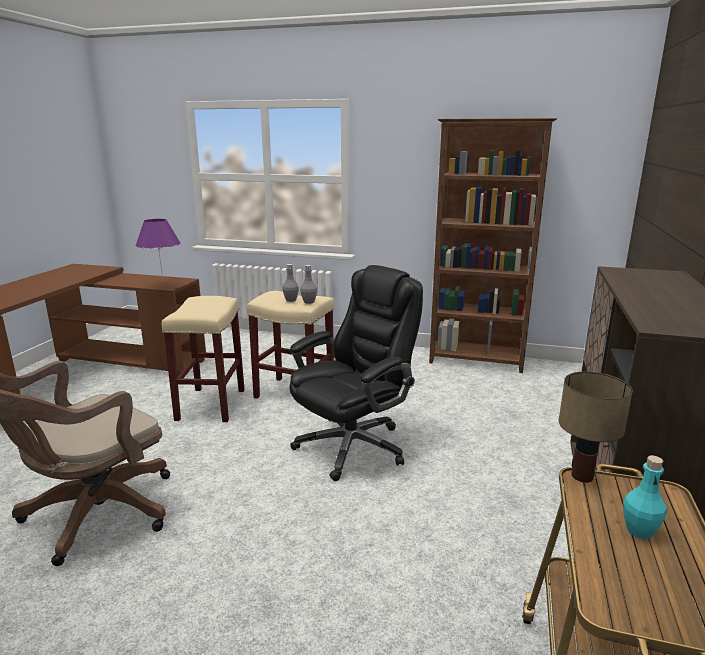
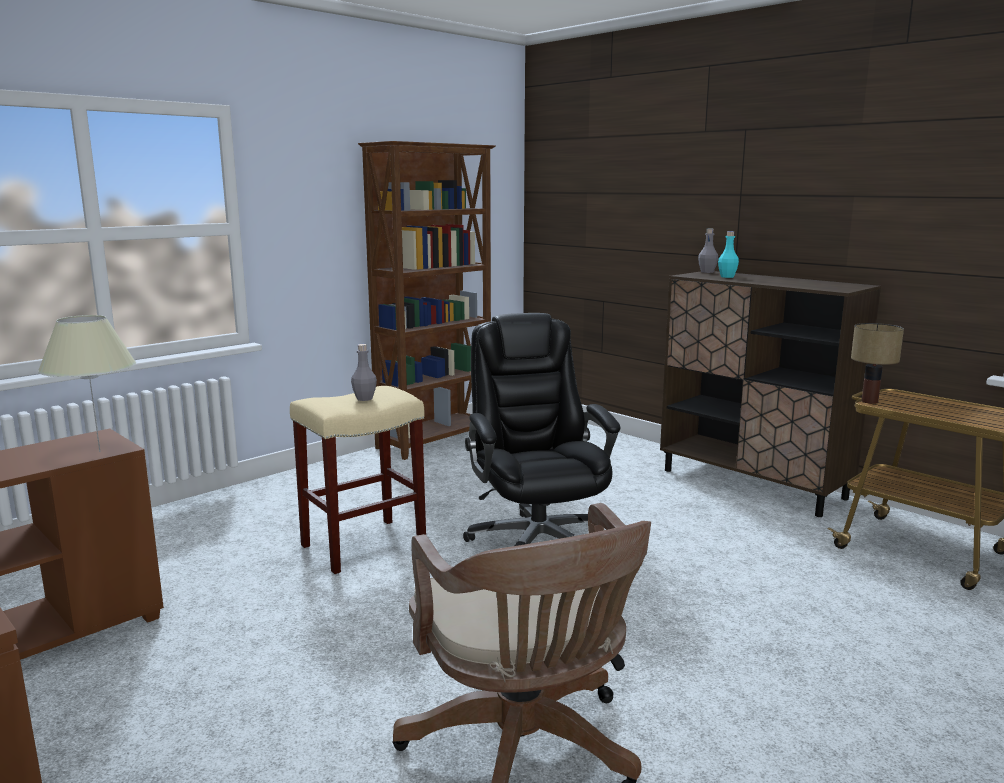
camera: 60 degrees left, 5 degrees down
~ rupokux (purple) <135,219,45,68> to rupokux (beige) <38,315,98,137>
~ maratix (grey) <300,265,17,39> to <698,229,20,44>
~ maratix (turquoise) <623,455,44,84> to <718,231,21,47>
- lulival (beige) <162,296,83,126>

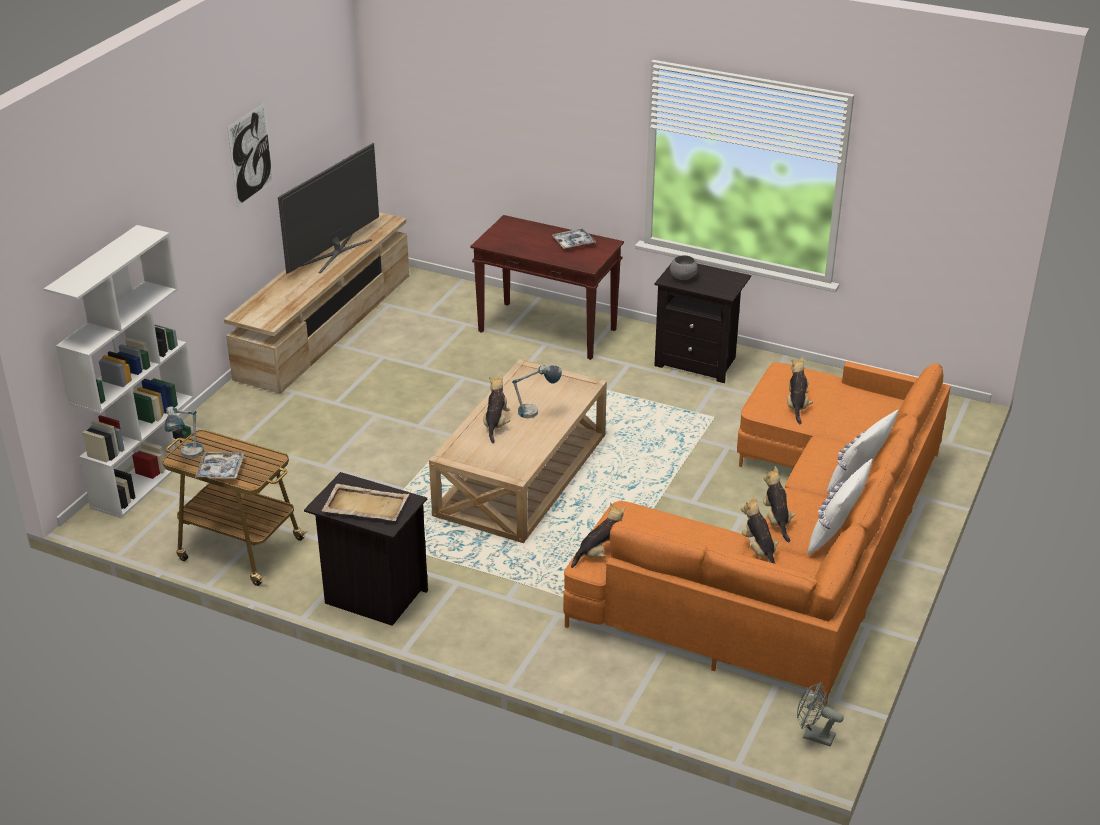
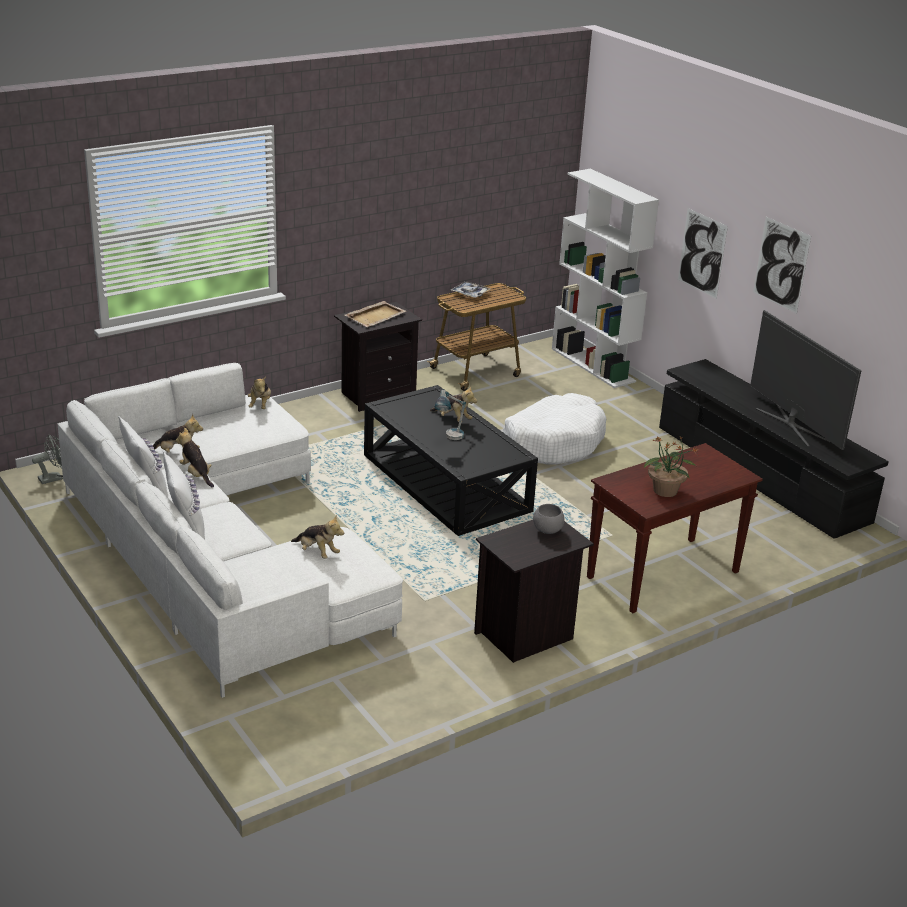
camera: 120 degrees right, 5 degrees down
~ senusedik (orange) <563,361,388,345> to senusedik (white) <57,363,346,335>
~ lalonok <763,466,32,76> = <176,427,38,61> 150 degrees counterclockwise
~ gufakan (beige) <429,359,178,184> to gufakan (black) <364,385,174,151>
+ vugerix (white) <503,393,103,72>
~ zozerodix <552,228,44,21> to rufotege <644,436,55,61>
~ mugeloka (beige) <224,212,185,182> to mugeloka (black) <659,359,230,180>
+ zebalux <678,208,50,91>
- rupokux <165,406,39,53>

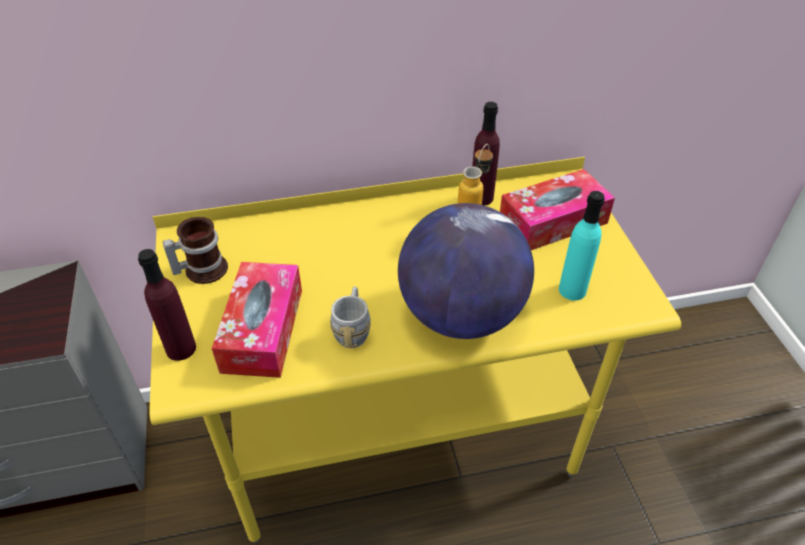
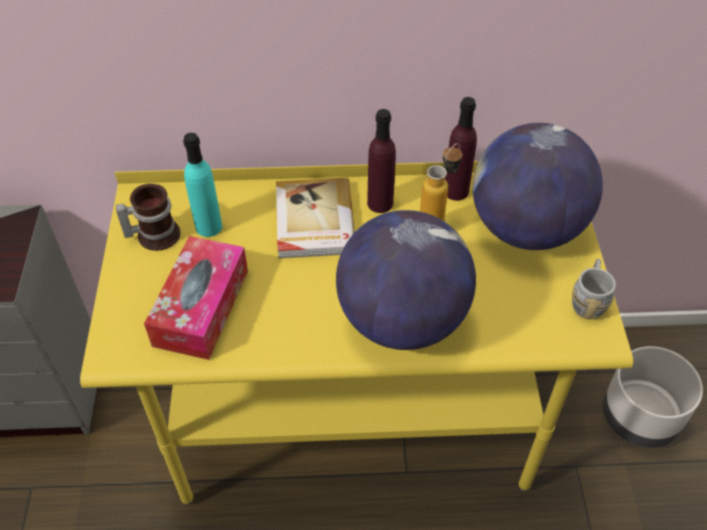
camera: 10 degrees right, 5 degrees up
~ maratix (turquoise) <559,191,46,110> to <183,133,39,104>
+ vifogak <276,178,79,80>
~ maratix (purple) <138,249,58,112> to <367,109,29,104>
~ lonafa <500,169,115,81> to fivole <473,123,130,127>
~ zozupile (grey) <330,287,41,61> to <572,259,44,60>
+ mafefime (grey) <603,346,100,102>

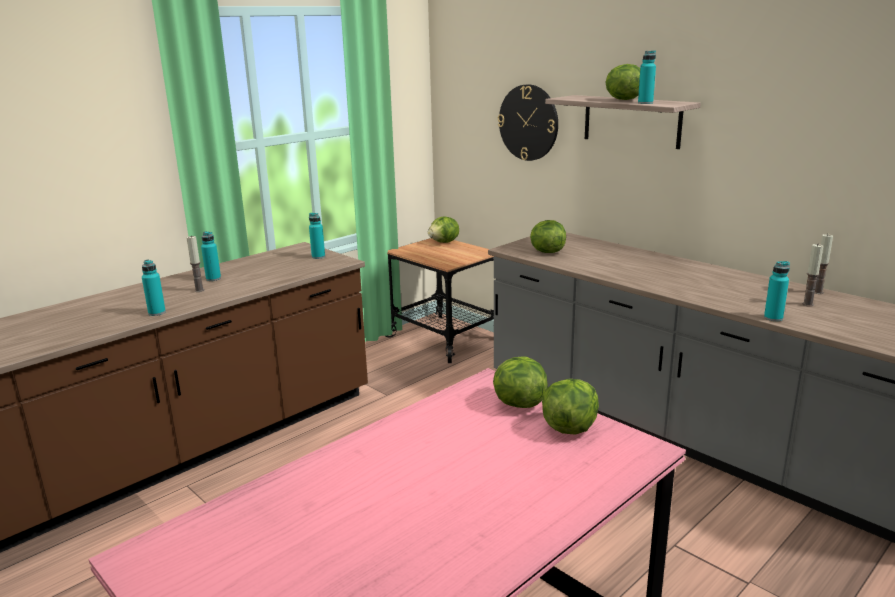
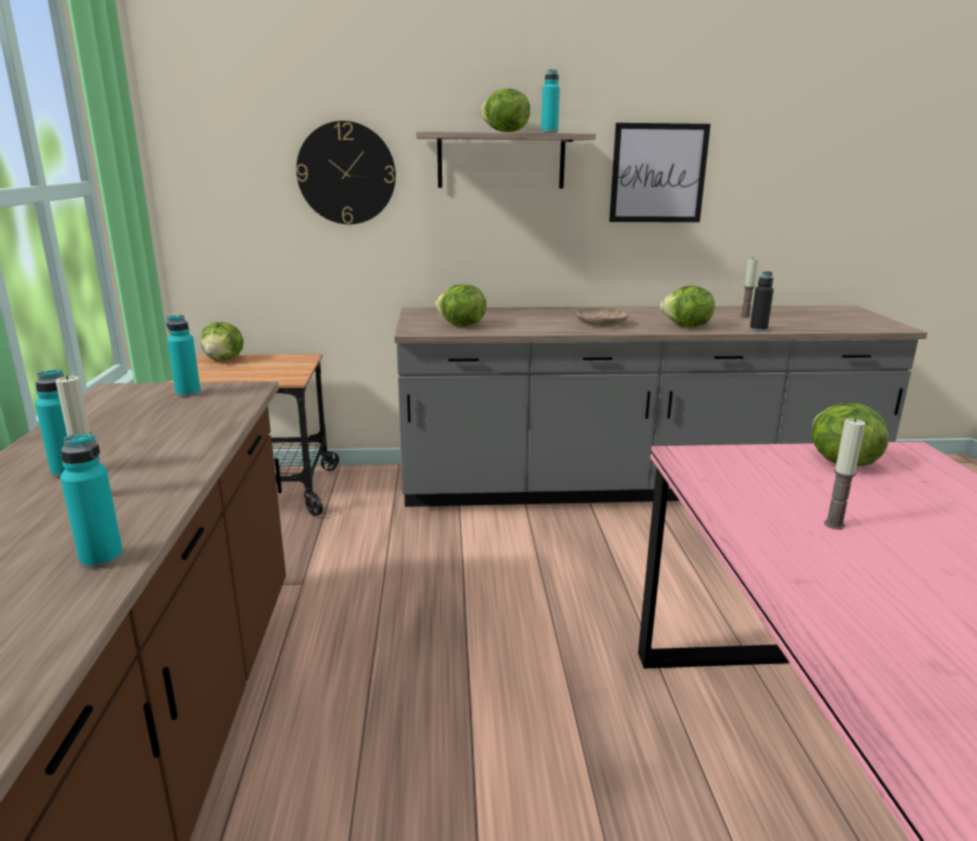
camera: 50 degrees left, 0 degrees up
+ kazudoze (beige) <576,308,53,18>
+ zebalux <609,123,102,99>
~ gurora <493,356,55,52> to <660,286,55,41>
~ maratix (turquoise) <764,261,26,60> to maratix (black) <750,271,24,61>
~ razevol <815,234,18,60> to <824,418,41,112>

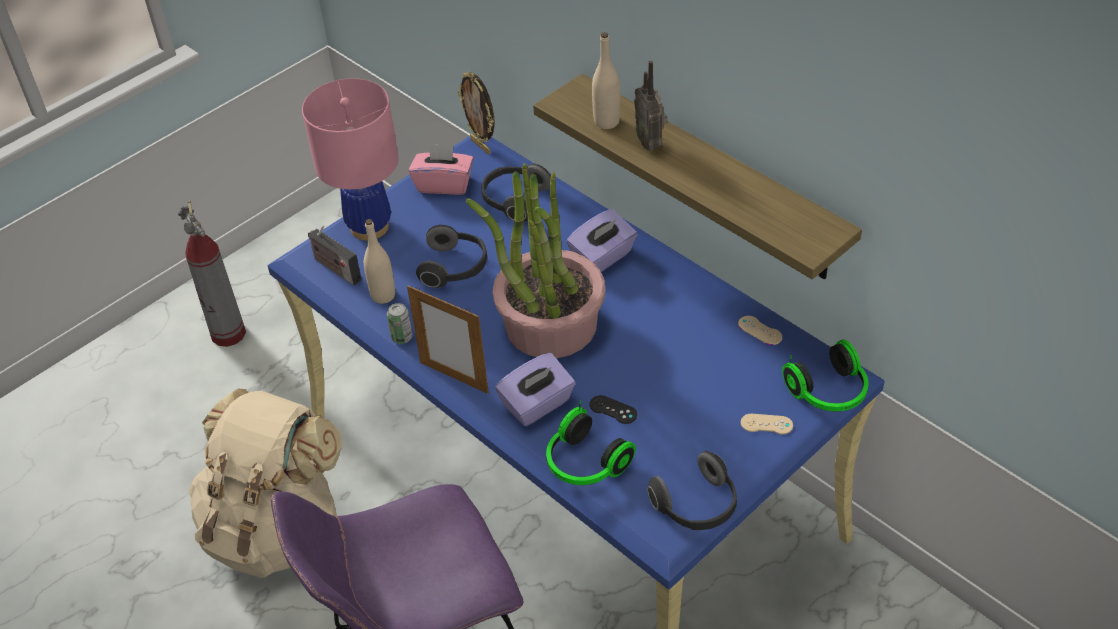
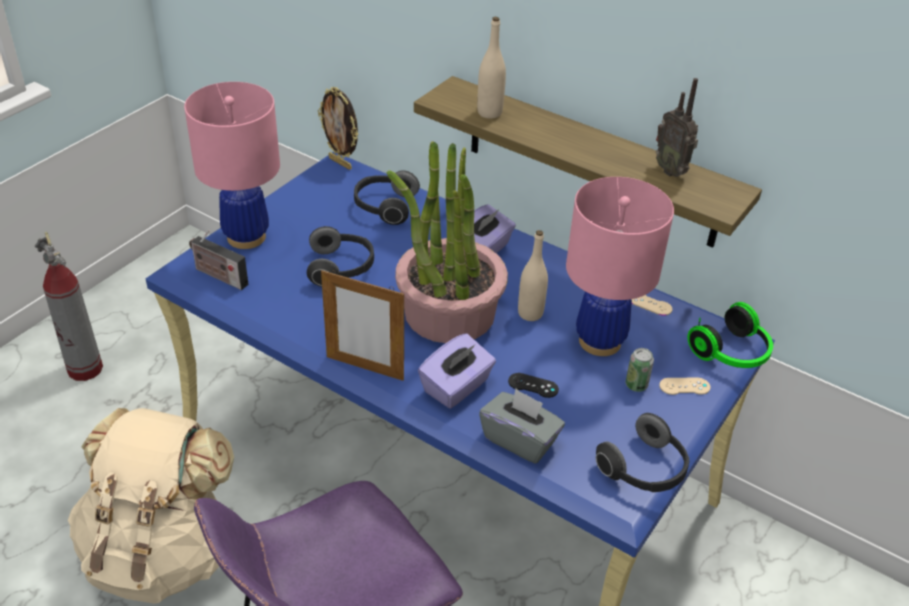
camera: 15 degrees left, 5 degrees down
~ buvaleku <546,401,90,84> to lonafa (grey) <479,389,86,74>
~ maratix (beige) <364,219,31,85> to <518,230,30,91>
+ rupokux (pink) <566,177,108,179>
~ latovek <387,303,26,41> to <626,348,28,44>
~ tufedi <634,61,33,90> to <656,78,42,99>
- lonafa (pink) <409,143,65,52>

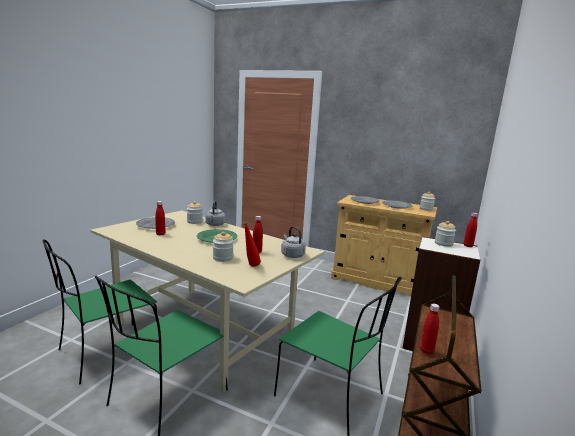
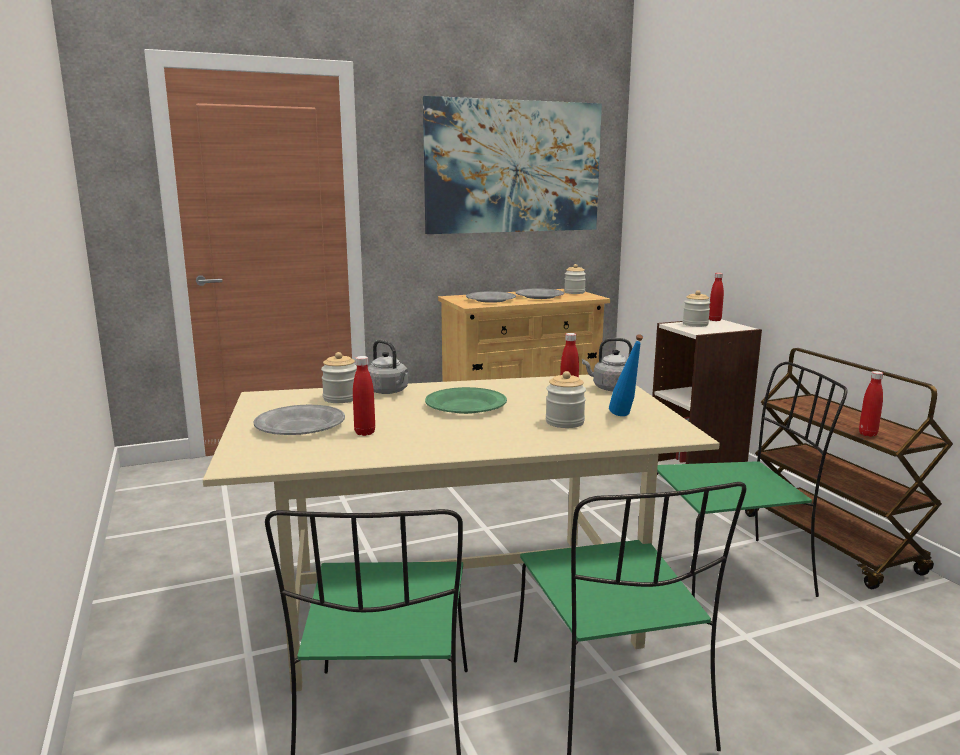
camera: 45 degrees left, 0 degrees up
+ zebalux <423,96,179,138>
~ maratix (red) <243,221,18,46> to maratix (blue) <609,334,34,82>

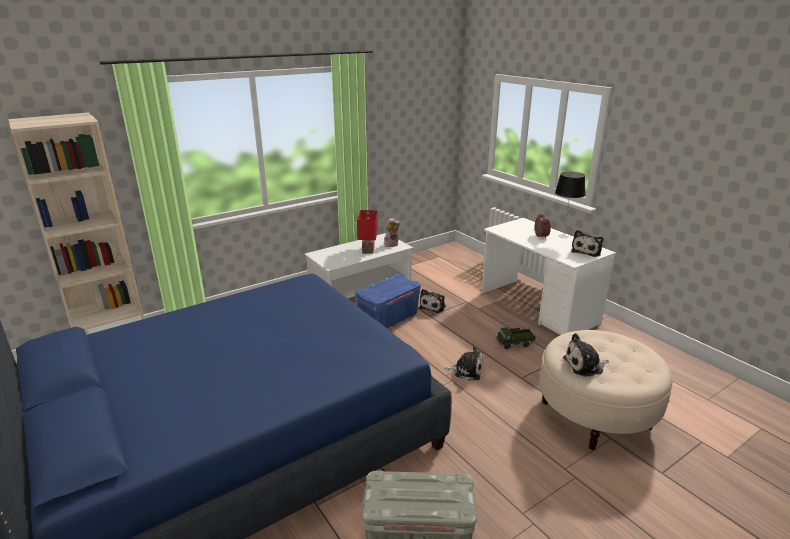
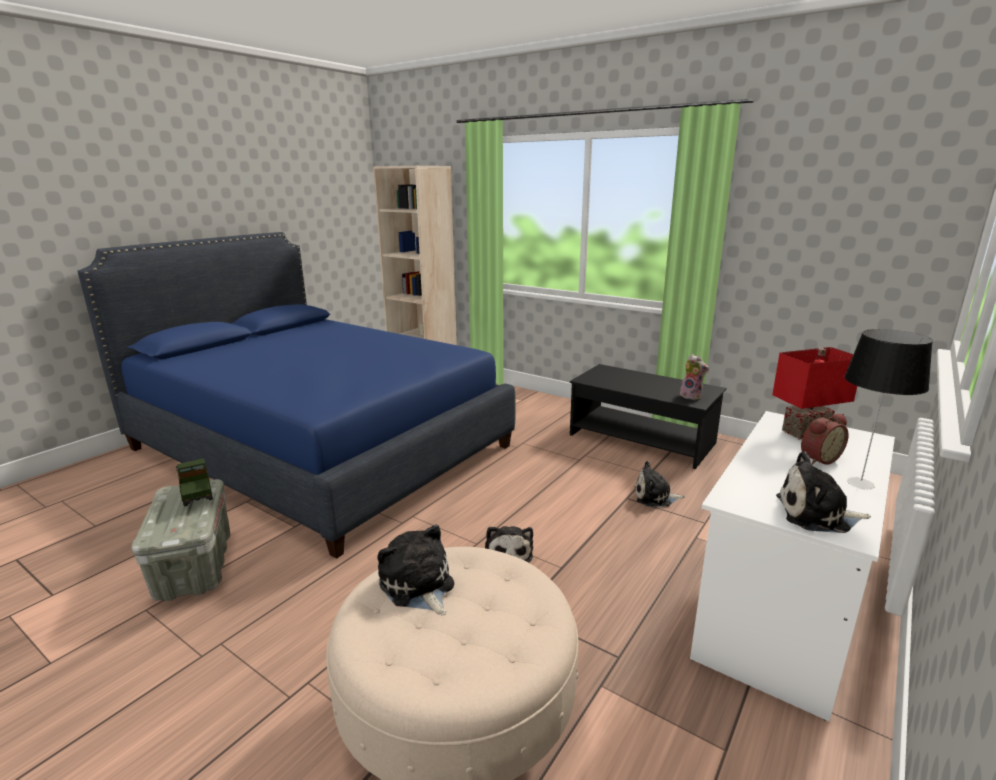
camera: 70 degrees right, 5 degrees down
~ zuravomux <496,327,40,22> to <176,459,37,47>
~ gufakan (white) <305,233,108,65> to gufakan (black) <570,364,156,105>
~ rupokux (red) <357,210,21,44> to <772,347,85,93>
- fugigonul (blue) <355,274,66,54>

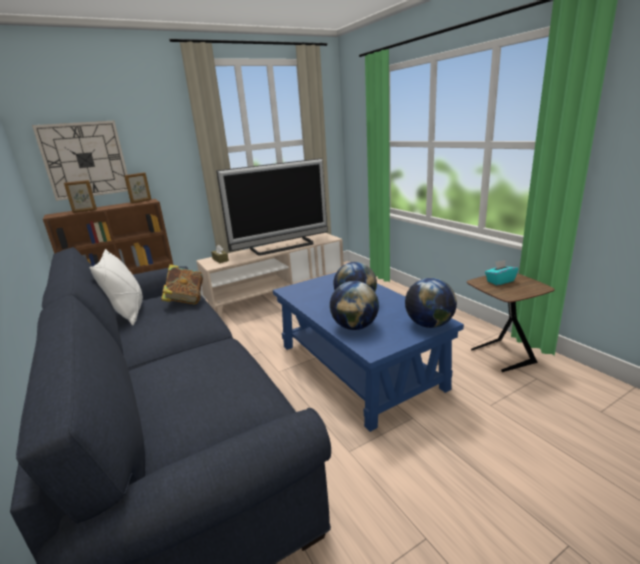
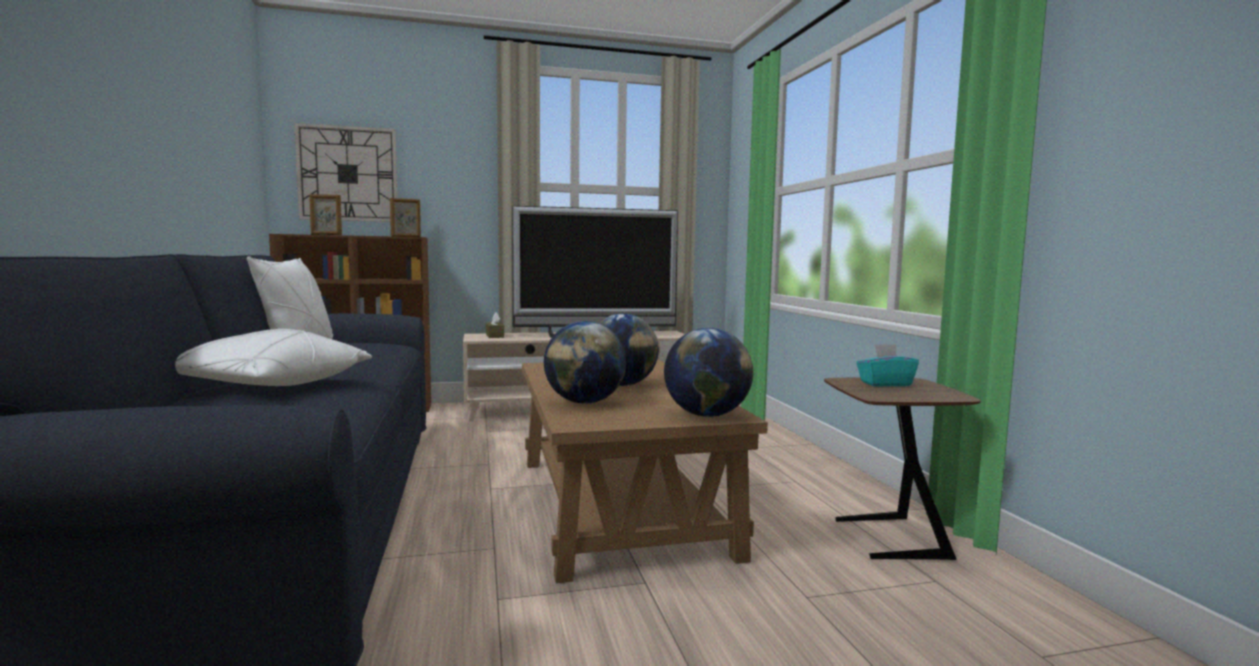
camera: 15 degrees right, 15 degrees down
+ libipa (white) <175,329,197,57>
~ gufakan (blue) <273,272,191,160> to gufakan (brown) <522,360,246,223>
- vifogak <161,264,42,41>

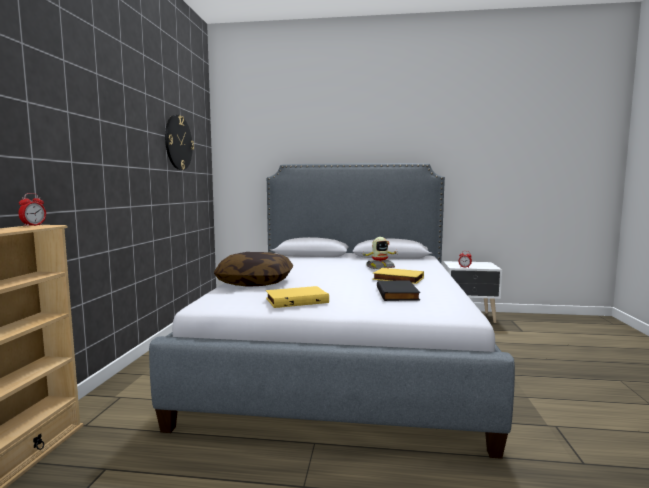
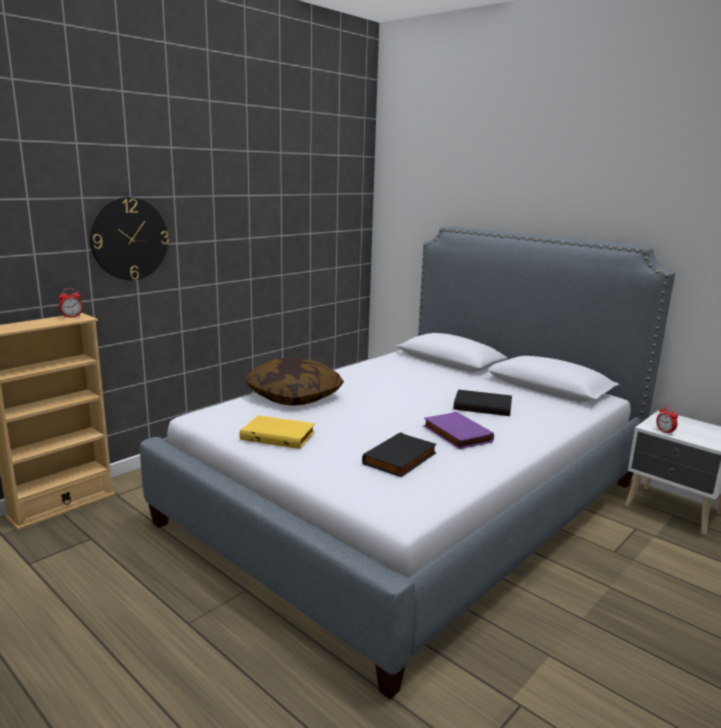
camera: 35 degrees right, 10 degrees up
~ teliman <165,115,29,55> to <89,197,80,83>
~ vifogak (yellow) <372,268,52,16> to vifogak (purple) <423,411,71,38>
~ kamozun <362,237,35,32> to vifogak (black) <454,389,58,27>

